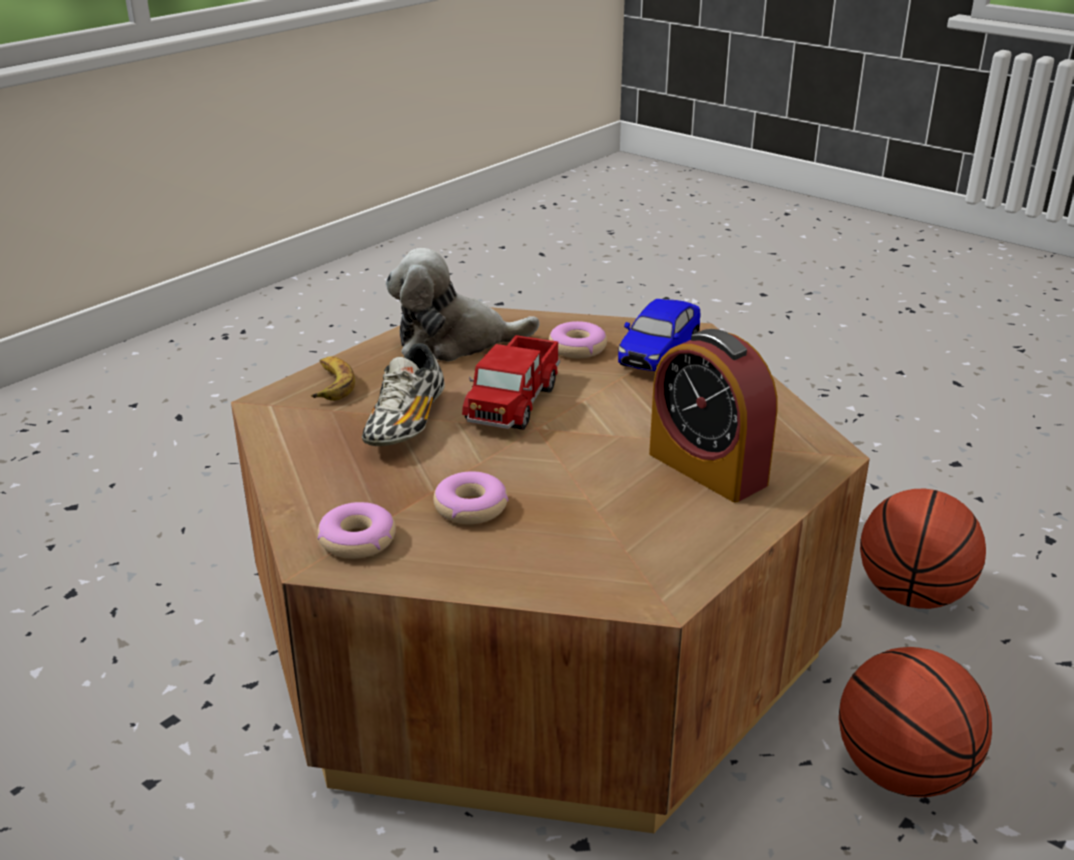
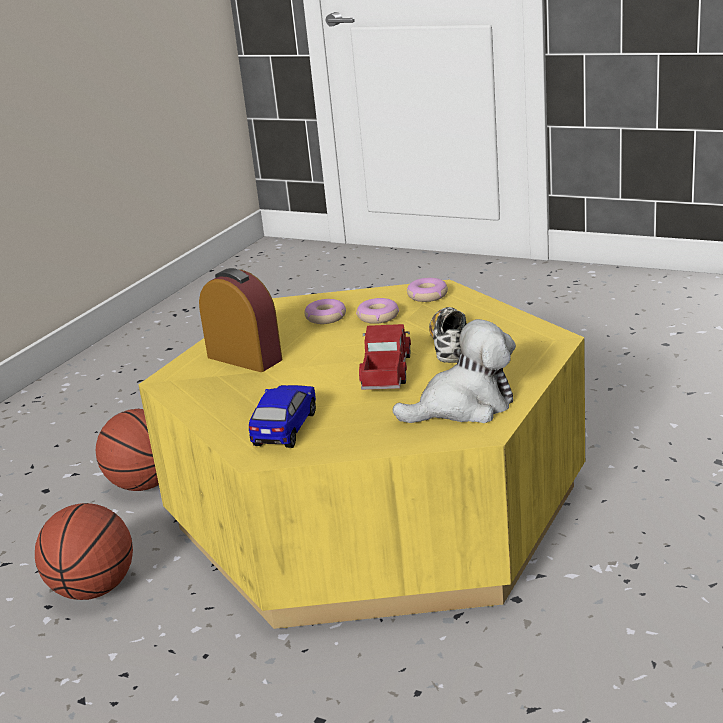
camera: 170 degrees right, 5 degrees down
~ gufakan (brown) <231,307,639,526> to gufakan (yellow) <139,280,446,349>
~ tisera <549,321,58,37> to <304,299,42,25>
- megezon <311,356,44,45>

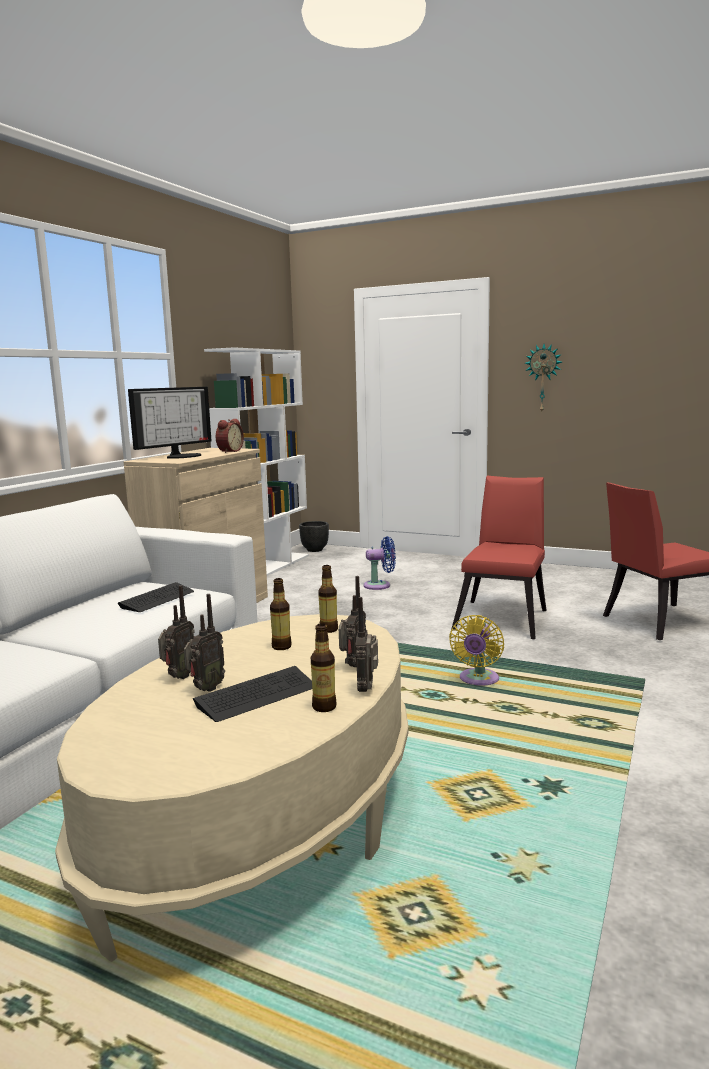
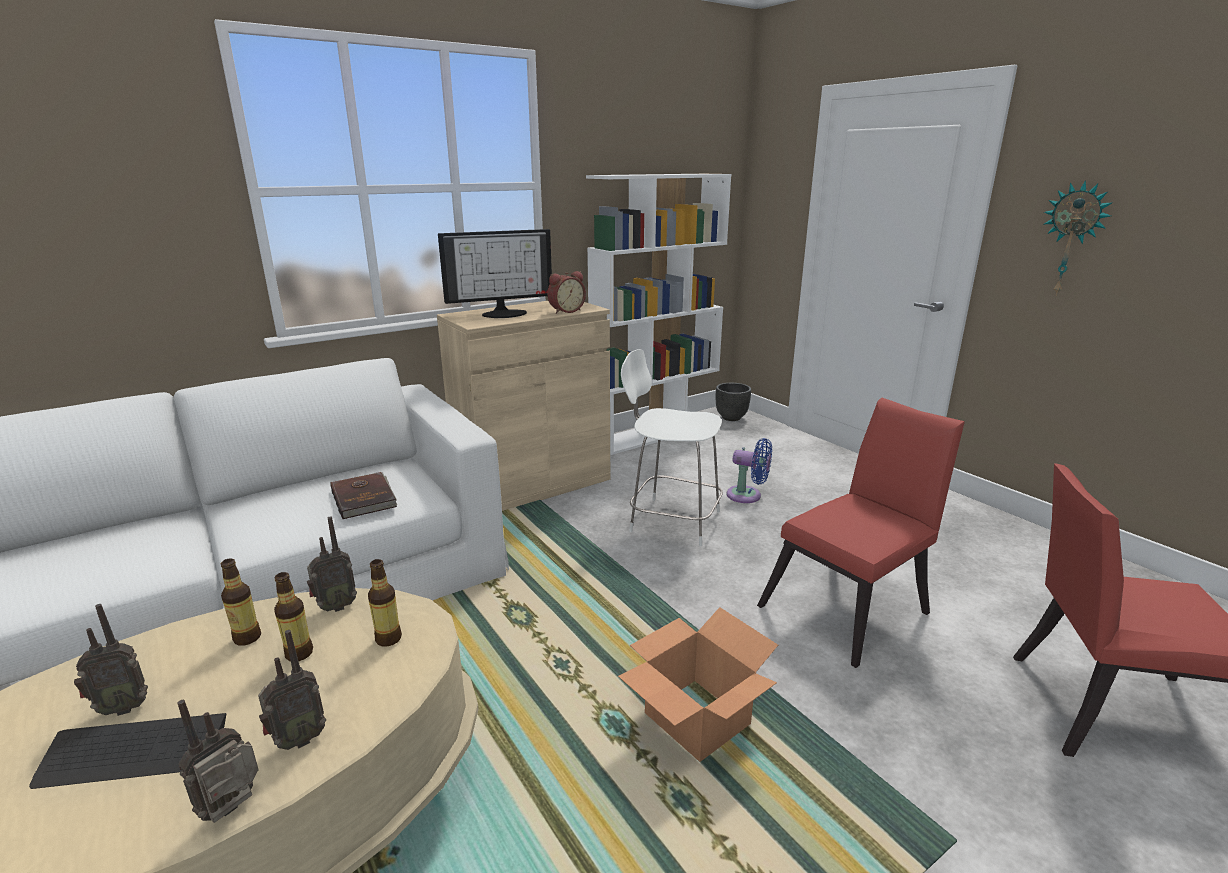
camera: 30 degrees right, 10 degrees up
~ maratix <311,623,26,89> to <221,559,40,87>
~ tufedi <158,585,37,94> to <307,516,50,96>
~ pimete <118,582,76,30> to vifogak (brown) <330,472,67,47>
~ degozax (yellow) <449,615,55,71> to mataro <618,607,160,155>
+ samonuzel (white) <621,349,102,197>

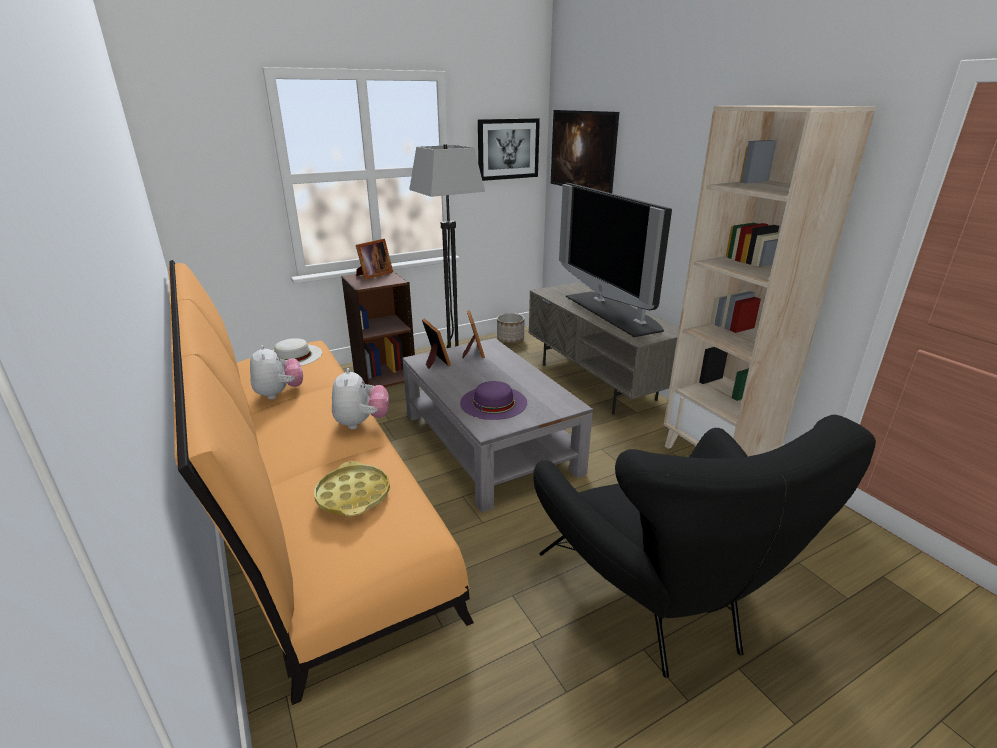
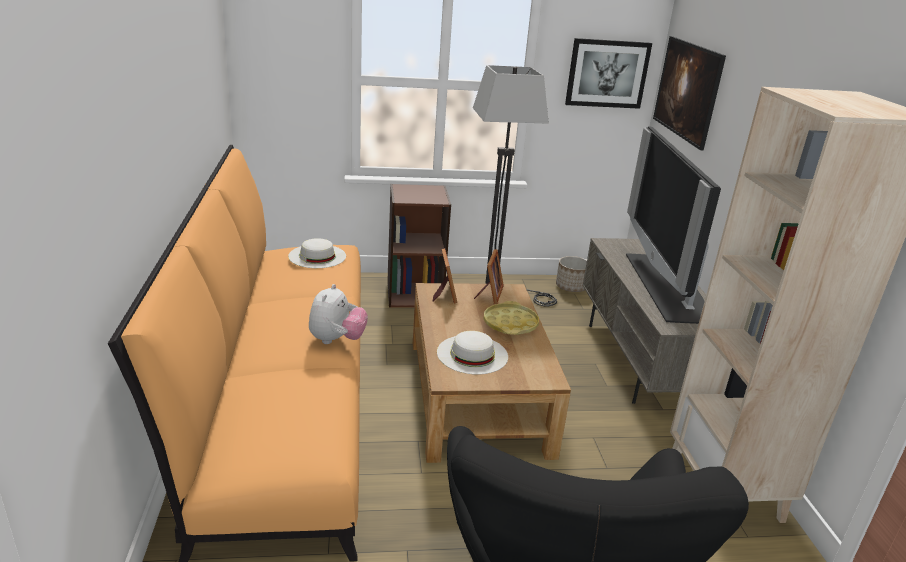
camera: 20 degrees right, 0 degrees up
~ gufakan (grey) <402,338,191,174> to gufakan (brown) <413,283,158,180>
~ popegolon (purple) <460,381,67,39> to popegolon (white) <437,331,71,44>
~ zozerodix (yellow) <314,461,76,55> to <484,301,55,34>
- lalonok <250,345,53,55>
- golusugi <356,239,37,41>

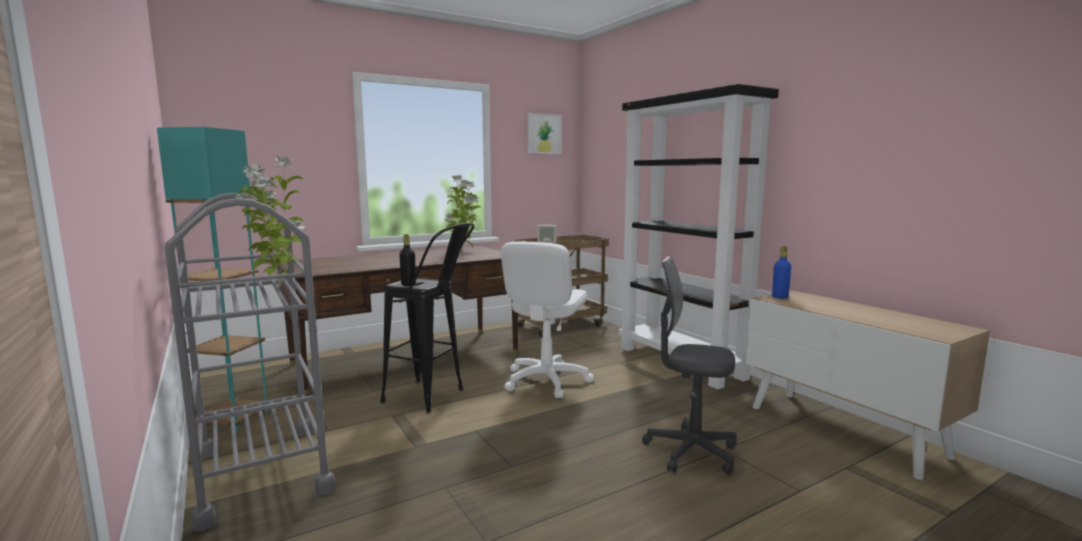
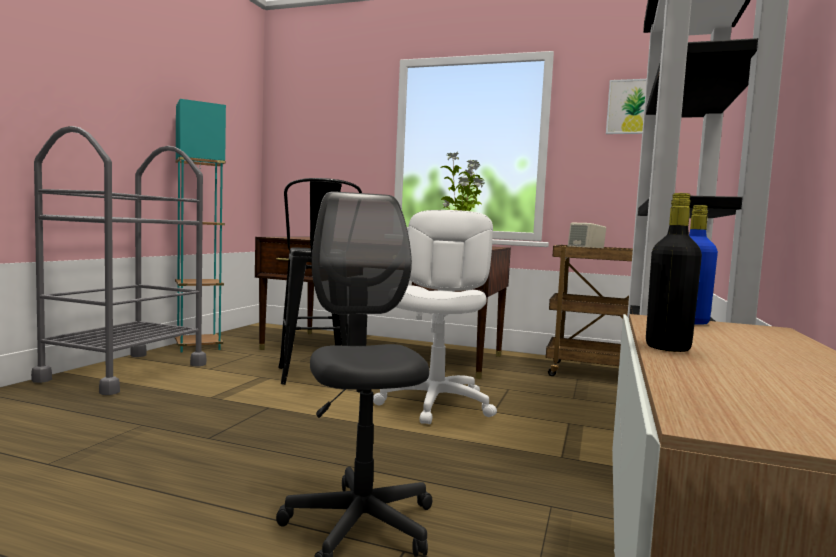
camera: 50 degrees right, 5 degrees down
~ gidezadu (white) <501,242,93,156> = <373,210,124,214> 120 degrees clockwise
~ maratix (black) <399,234,17,52> to <646,193,56,159>
- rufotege <236,156,70,130>

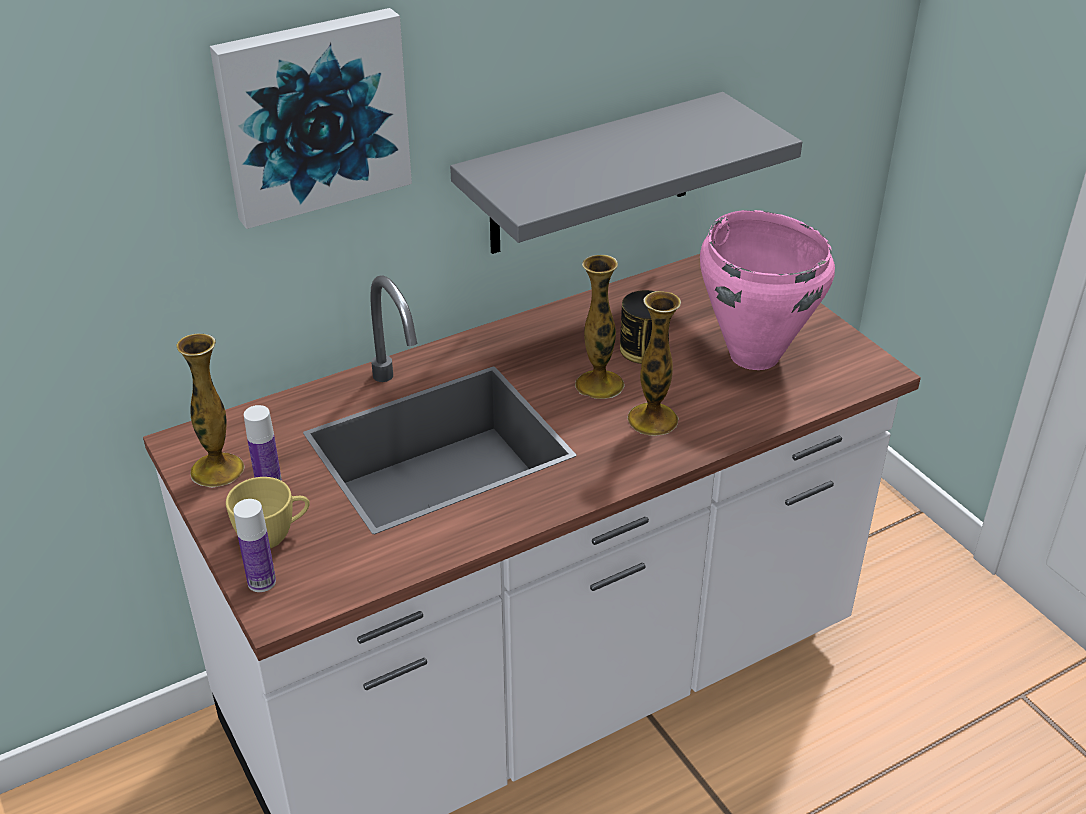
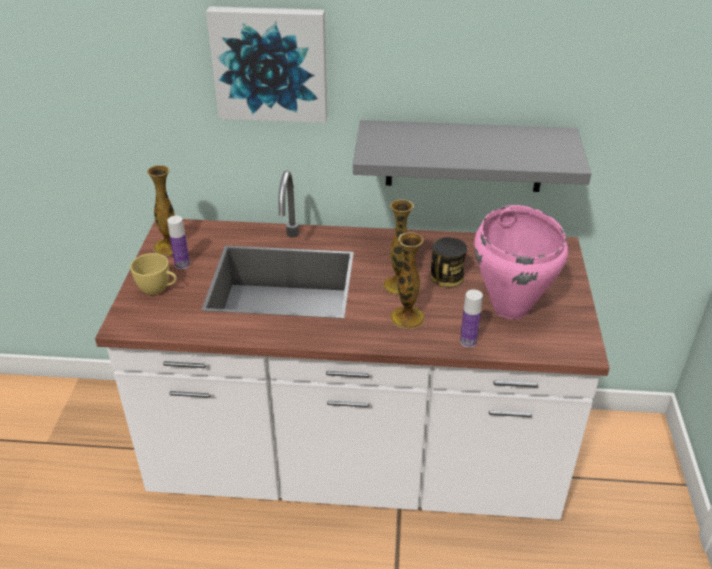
camera: 35 degrees right, 0 degrees up
~ maratix <233,499,43,93> to <460,289,23,59>

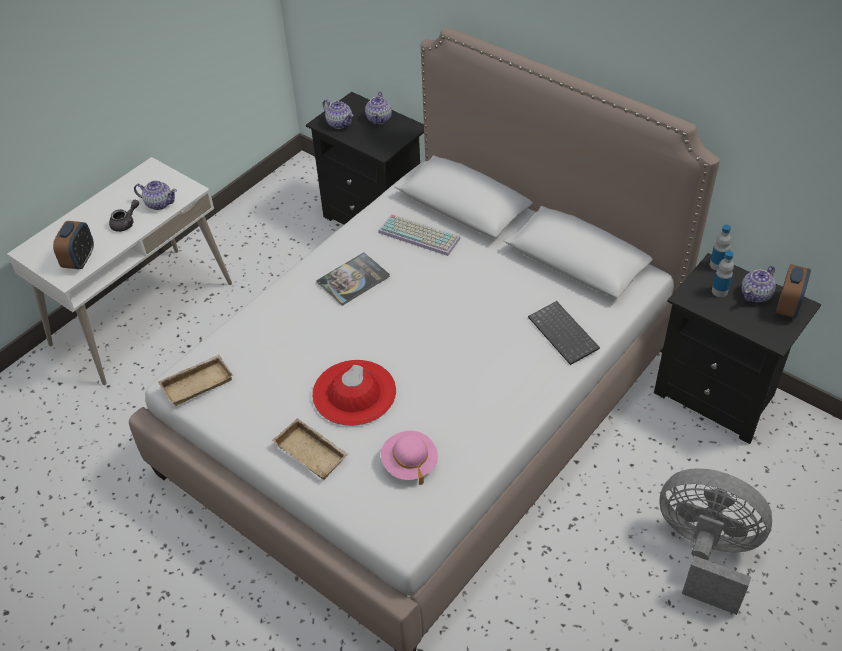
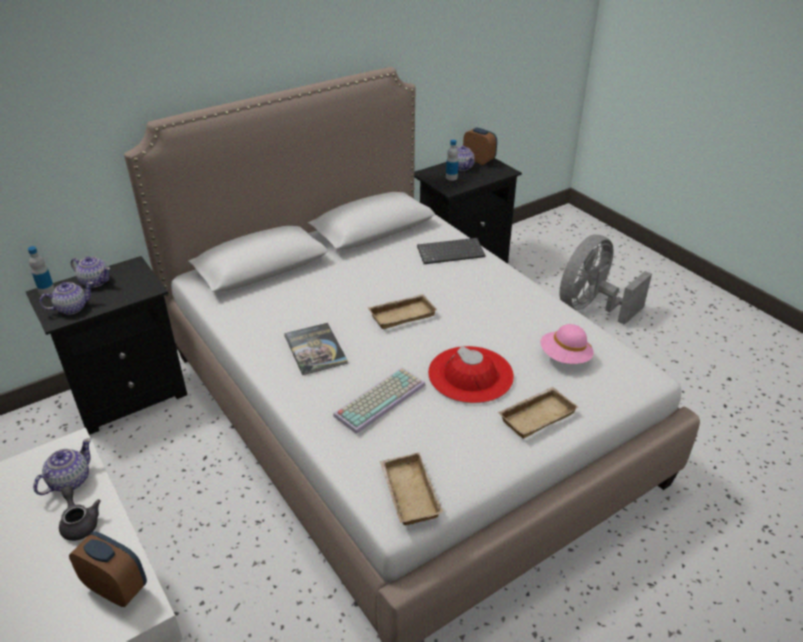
camera: 75 degrees left, 10 degrees down
~ maratix <710,225,21,45> to <28,246,27,49>
~ pimete <378,214,82,42> to <333,368,93,66>
+ zozerodix (beige) <368,294,69,35>

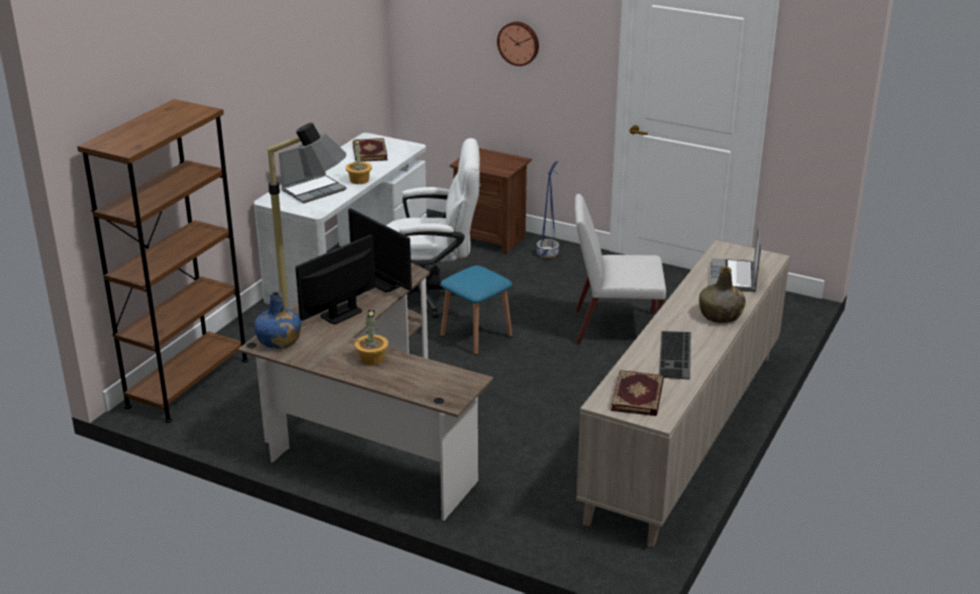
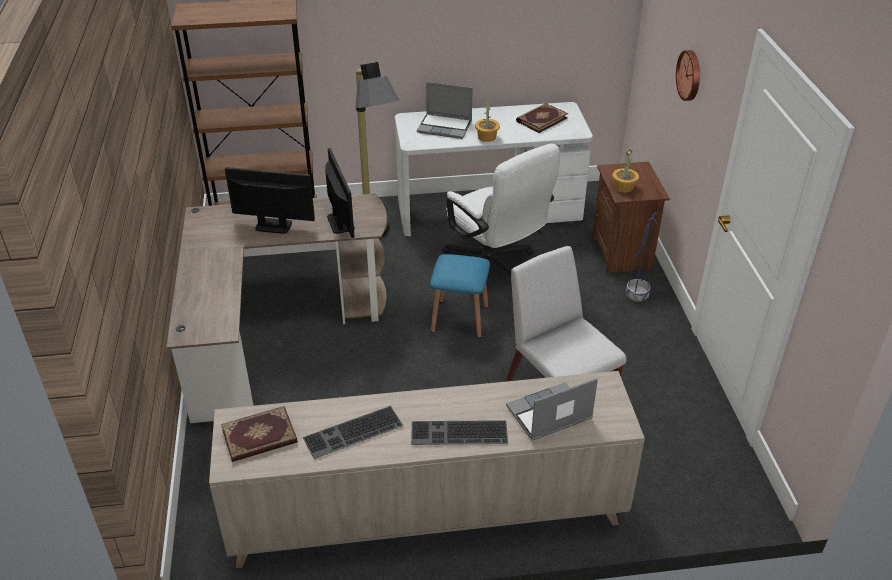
camera: 55 degrees right, 10 degrees up
~ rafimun <348,208,64,84> = <325,148,30,90> 150 degrees clockwise
~ maratix (green) <699,267,47,56> to pimete <411,420,97,25>
~ rufotege <355,310,33,56> to <613,149,26,44>
- maratix (blue) <254,291,47,58>

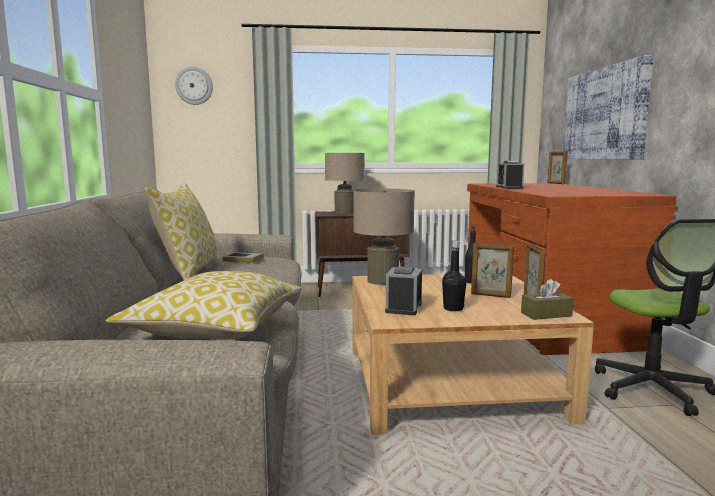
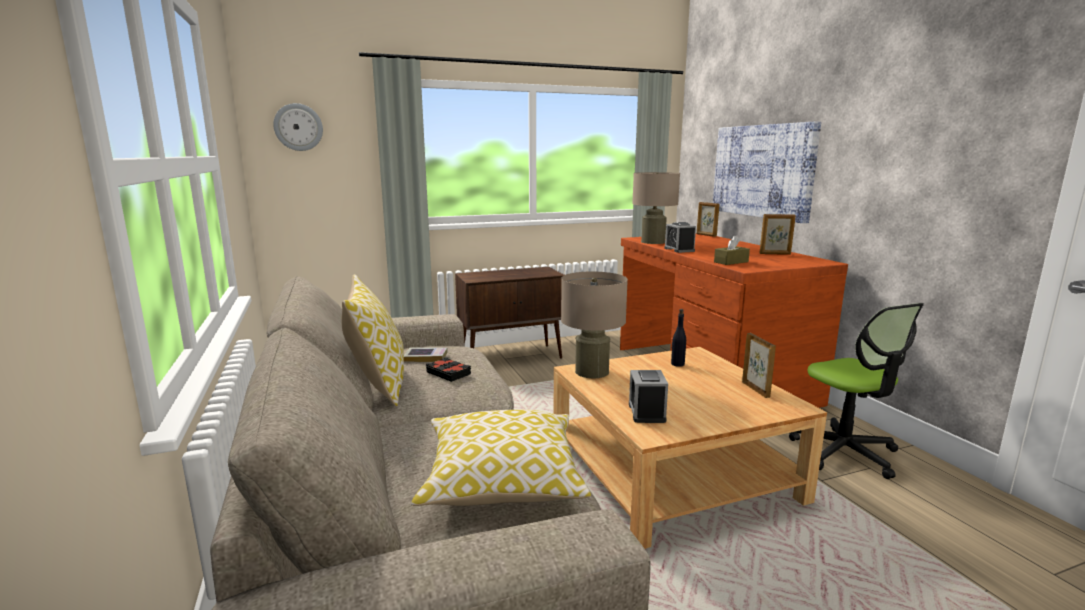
camera: 15 degrees left, 5 degrees up
+ vifogak (black) <426,357,45,25>
~ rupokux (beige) <325,153,40,61> to <632,172,48,72>
~ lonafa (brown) <521,279,53,41> to <714,236,36,29>
~ golusugi <471,243,43,55> to <759,214,37,41>
- maratix (black) <442,241,25,70>

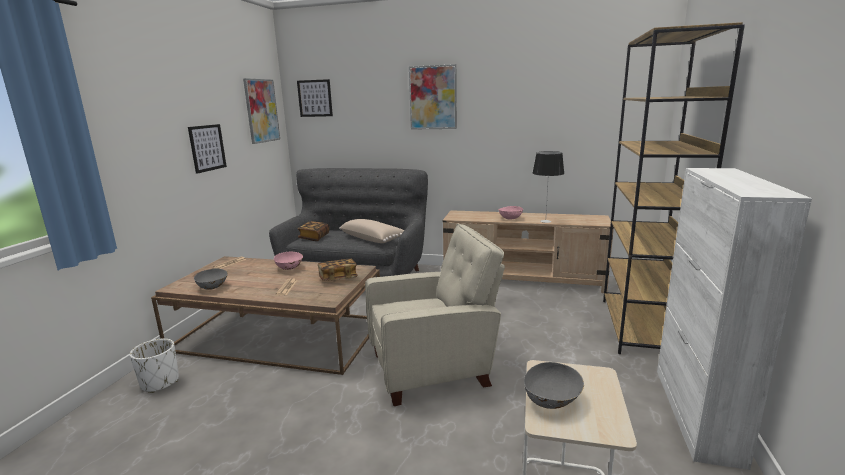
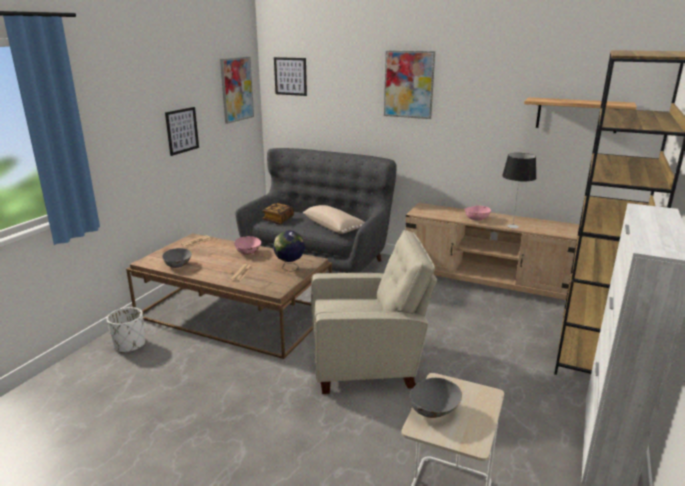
camera: 10 degrees right, 5 degrees up
~ vifogak <318,258,39,23> to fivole <273,230,32,42>
+ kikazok <524,97,113,36>

